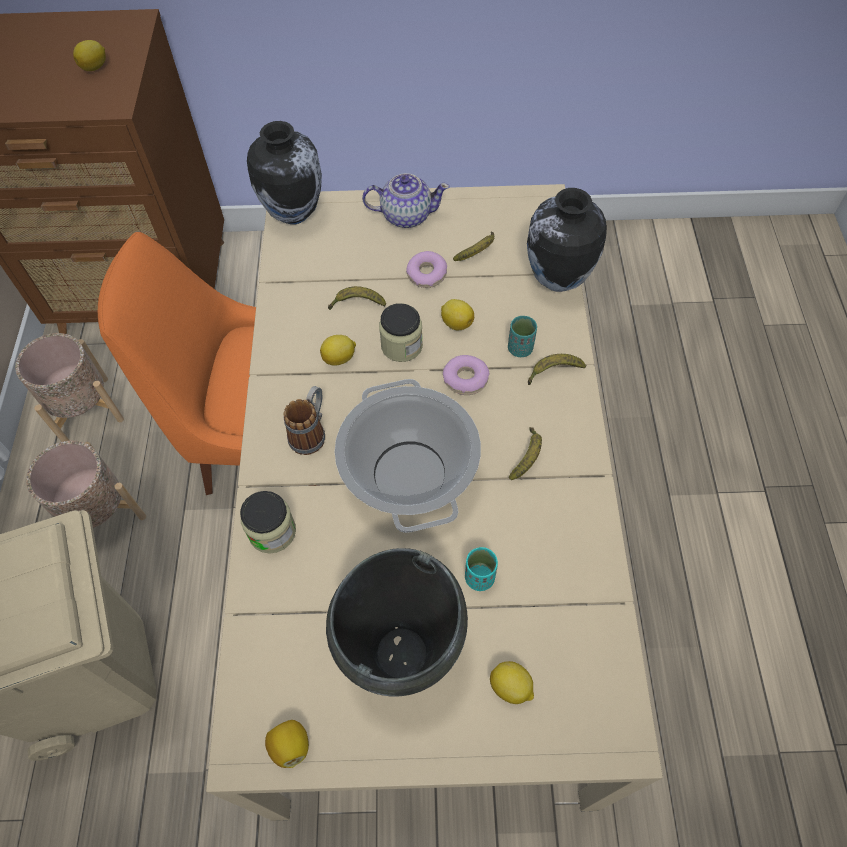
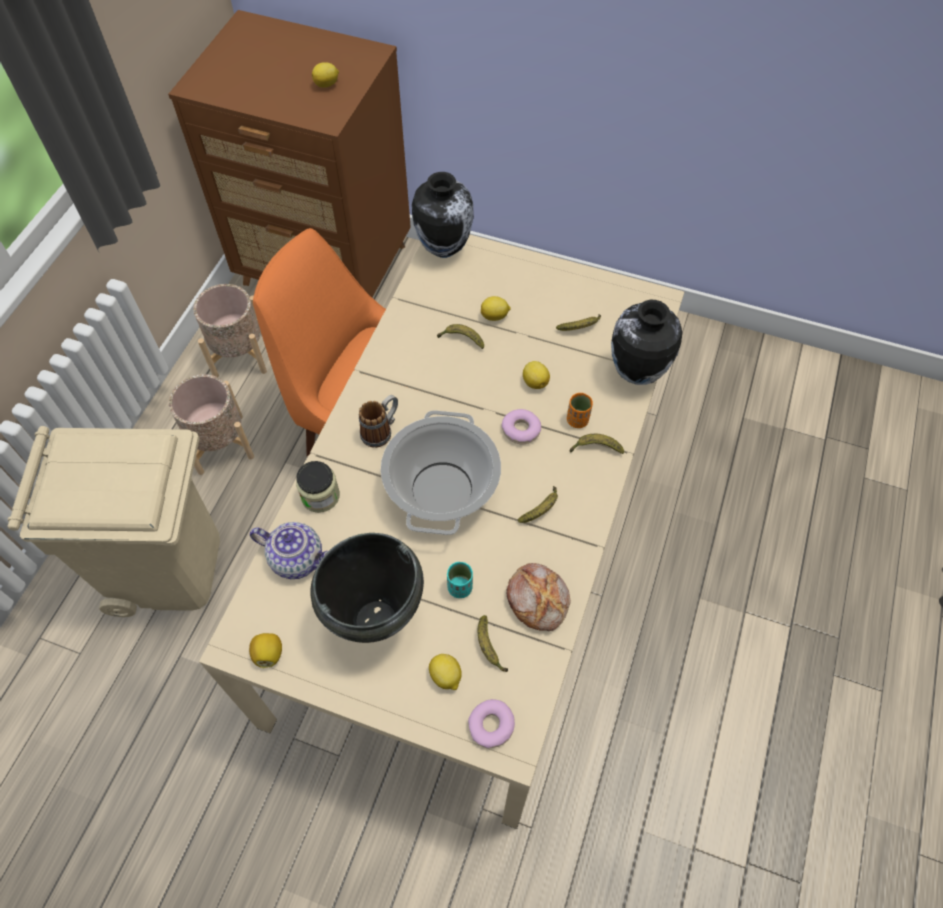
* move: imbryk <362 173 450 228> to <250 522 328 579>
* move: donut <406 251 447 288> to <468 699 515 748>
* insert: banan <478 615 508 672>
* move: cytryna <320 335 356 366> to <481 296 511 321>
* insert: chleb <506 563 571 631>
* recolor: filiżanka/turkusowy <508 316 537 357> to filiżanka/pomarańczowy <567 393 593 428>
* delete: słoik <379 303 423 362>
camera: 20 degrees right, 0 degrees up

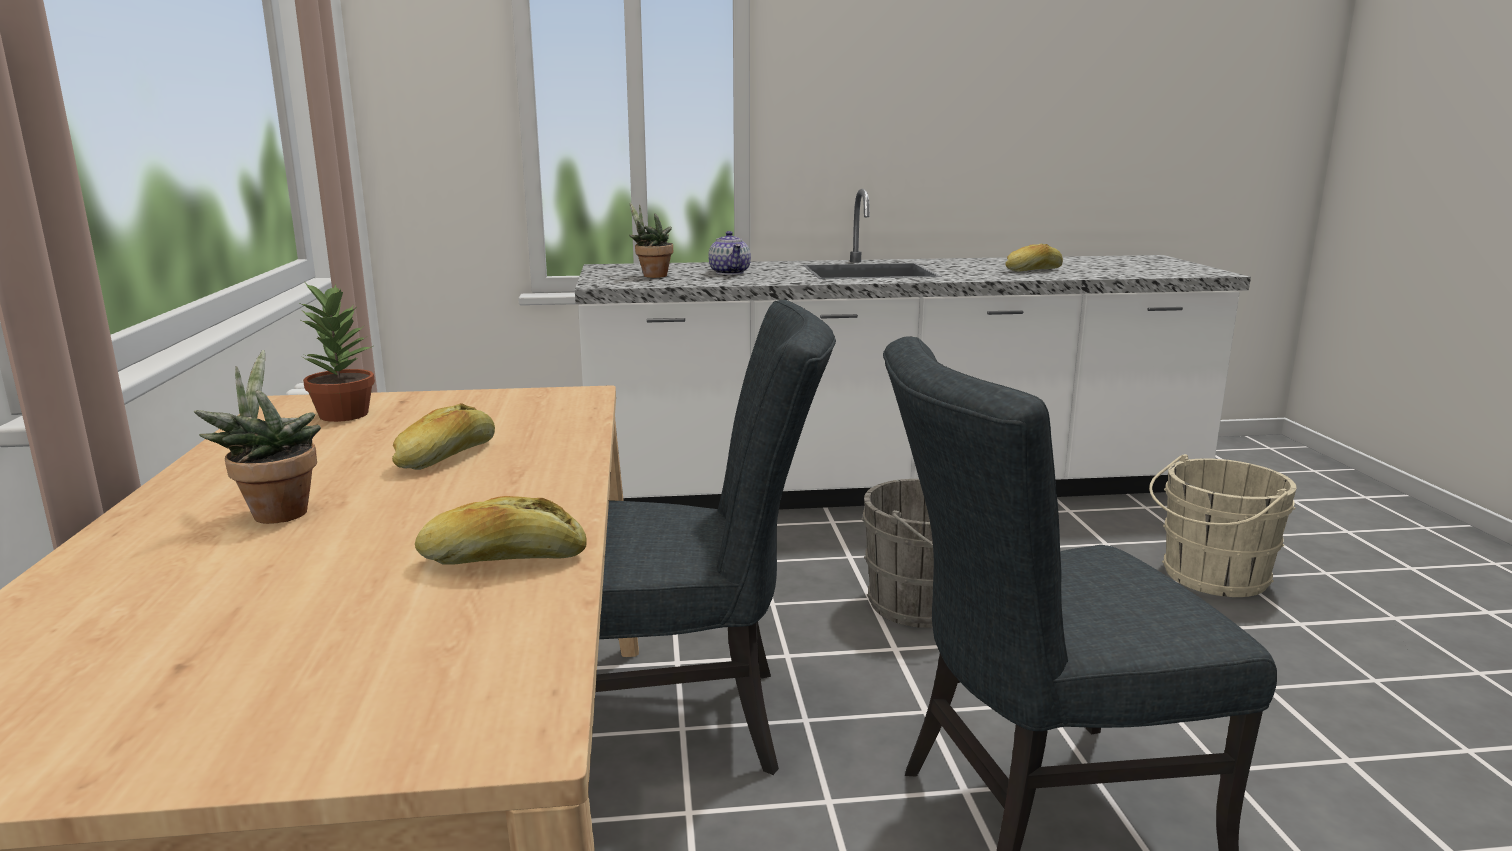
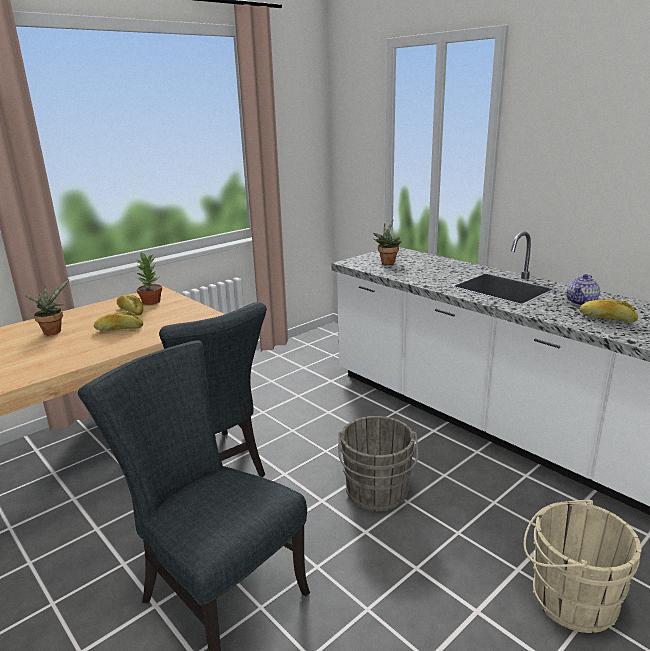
* move: chleb <415 496 587 564> to <116 295 143 316>
* move: imbryk <708 231 751 275> to <566 274 600 306>
camera: 55 degrees right, 5 degrees up

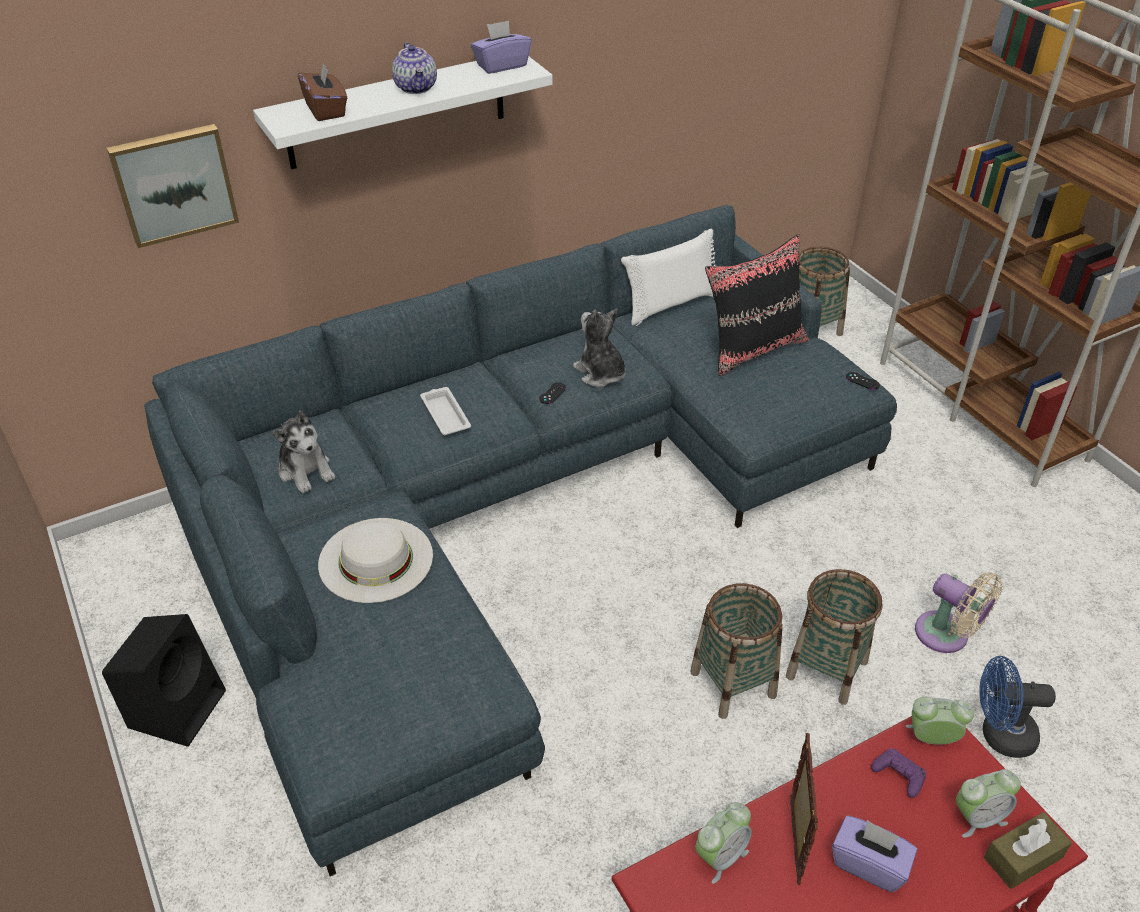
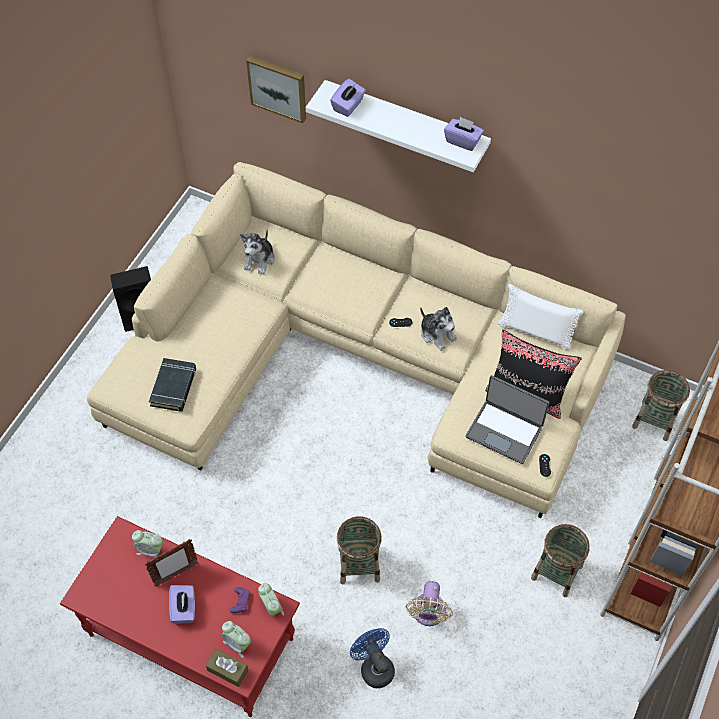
* recolor: kanapa/niebieski <144 205 897 876> to kanapa/beżowy <87 162 626 518>
* insert: książka/czarny <149 358 196 412>
* recolor: pudełko chusteczek/brązowy <298 61 347 121> to pudełko chusteczek/fioletowy <330 79 366 117>
* rotate: pluszak <573 309 626 387> = <420 307 457 351> 120 degrees clockwise
* insert: laptop <466 375 549 464>
* move: koszyk <690 583 783 719> to <531 524 590 597>
* delete: kapelusz/biały <318 518 433 603>
* delete: imbryk <392 42 437 94>
* delete: taca/biały <420 387 471 435>
camera: 55 degrees right, 15 degrees up

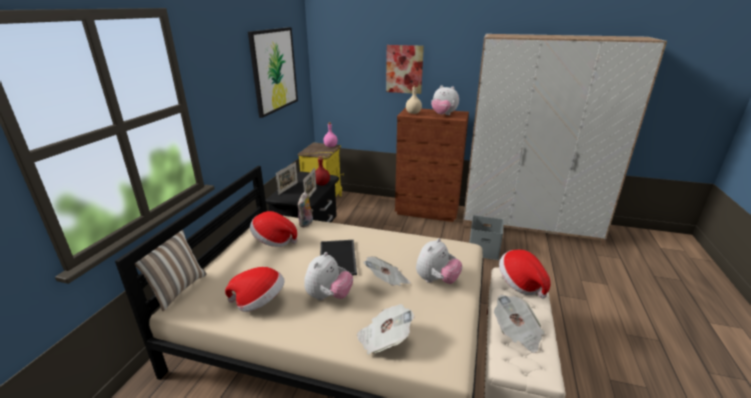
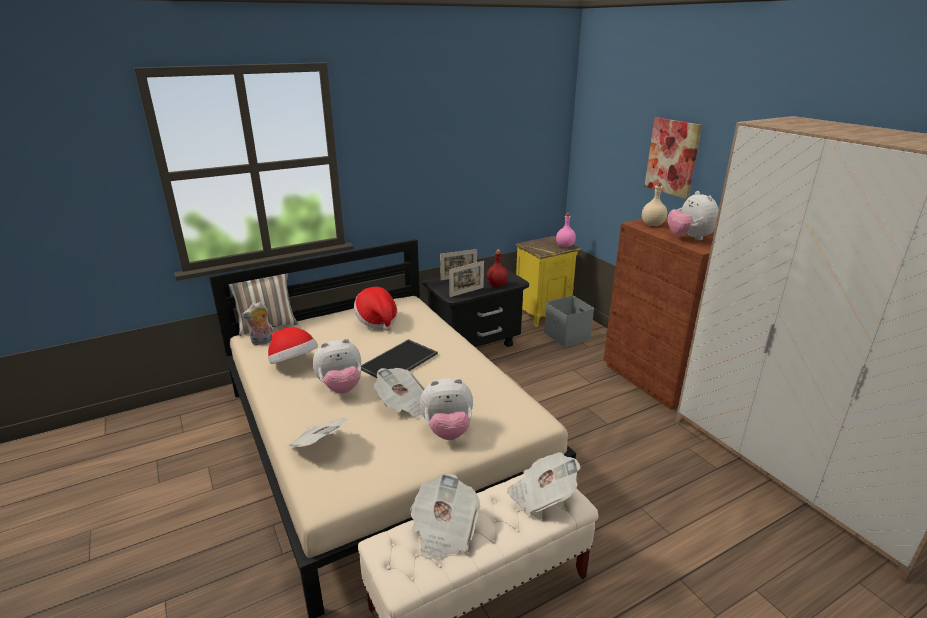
* move: pluszak <298 192 313 227> to <242 302 273 346>
* replace: kapelusz <499 250 551 298> to gazeta <507 452 581 515>
* move: pojemnik do przechowywania/szary <469 215 504 260> to <544 295 594 347>
* delete: obraz <248 27 298 118>
camera: 45 degrees right, 0 degrees up

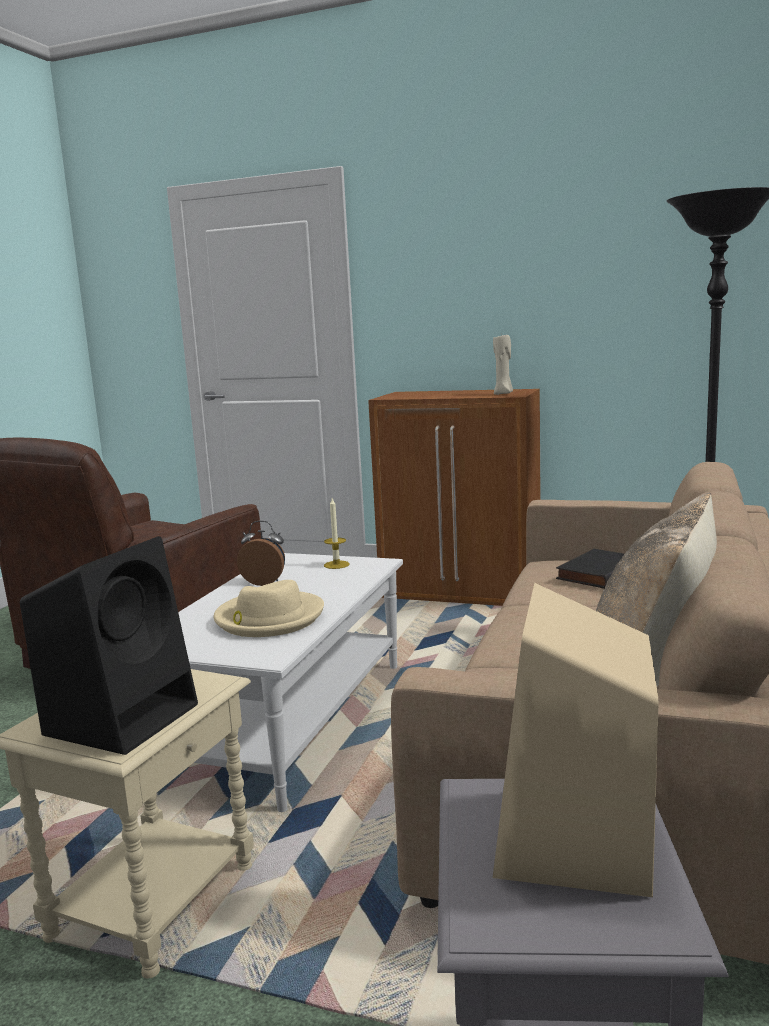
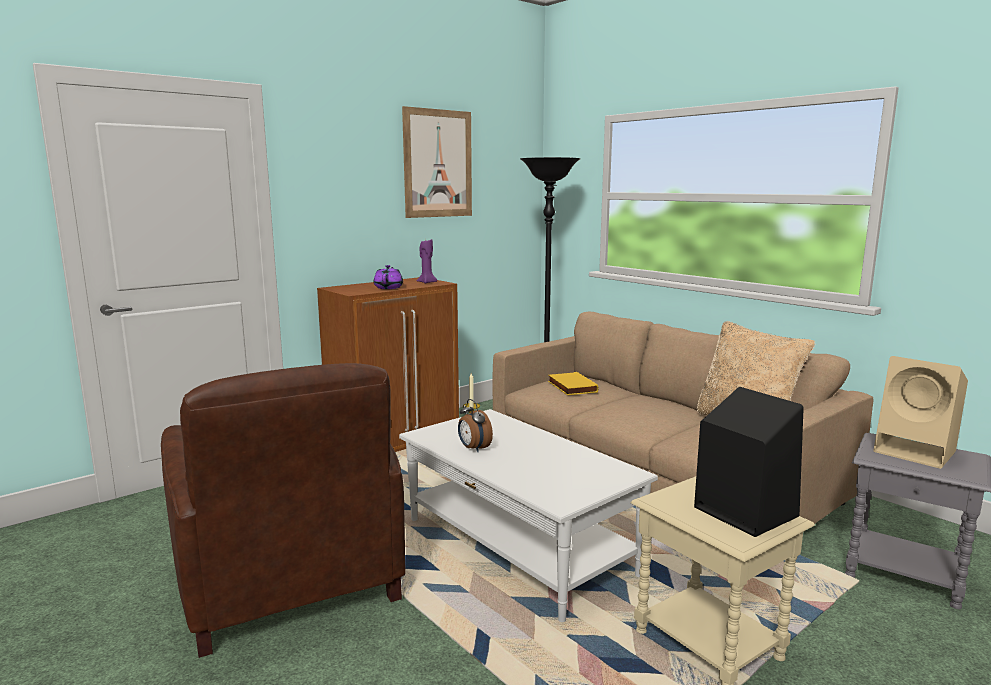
* insert: imbryk/fioletowy <374 265 403 289>
* insert: obraz <402 106 472 218>
* recolor: świeca/beżowy <493 335 513 395> to świeca/fioletowy <417 239 437 284>
* rotate: budzik <237 521 285 586> = <458 399 493 452> 75 degrees counterclockwise
* recolor: książka/czarny <556 549 625 589> to książka/żółty <548 372 598 395>
* delete: kapelusz/beżowy <214 580 324 637>
camera: 60 degrees left, 0 degrees up

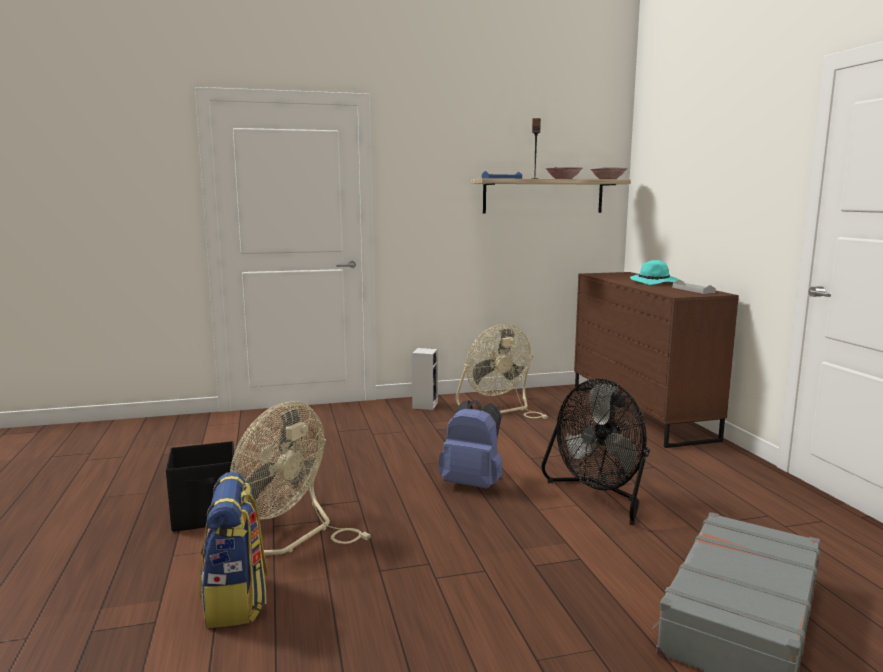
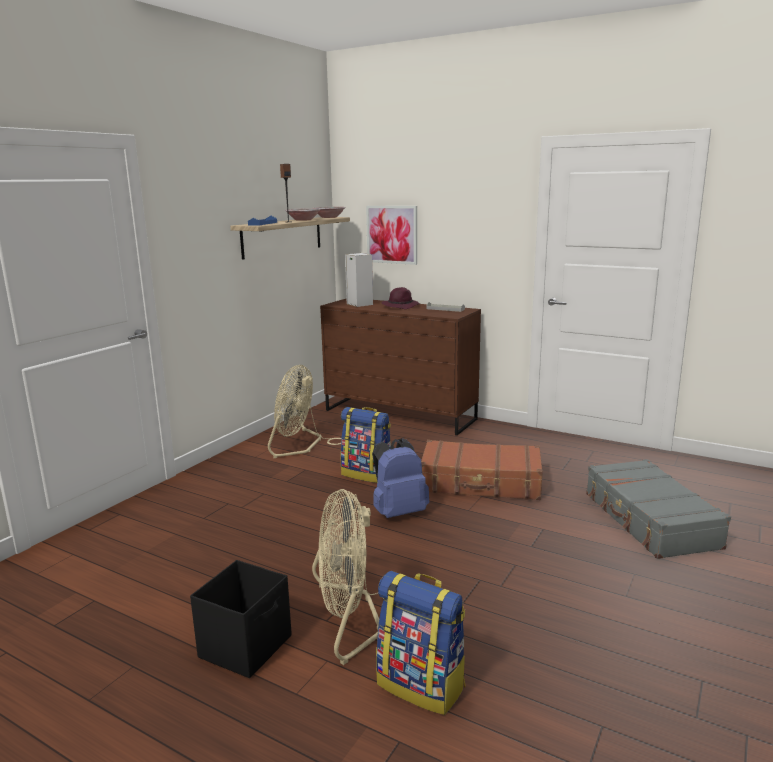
* insert: plecak <340 407 391 483>
* move: głośnik <412 348 438 410> to <345 253 373 307>
* insert: obraz <366 206 417 265>
* recolor: kapelusz/turkusowy <630 260 678 285> to kapelusz/fioletowy <382 287 420 309>
* replace: wentylator/czarny <542 379 650 525> to walizka/brązowy <421 440 543 500>
camera: 45 degrees left, 5 degrees up

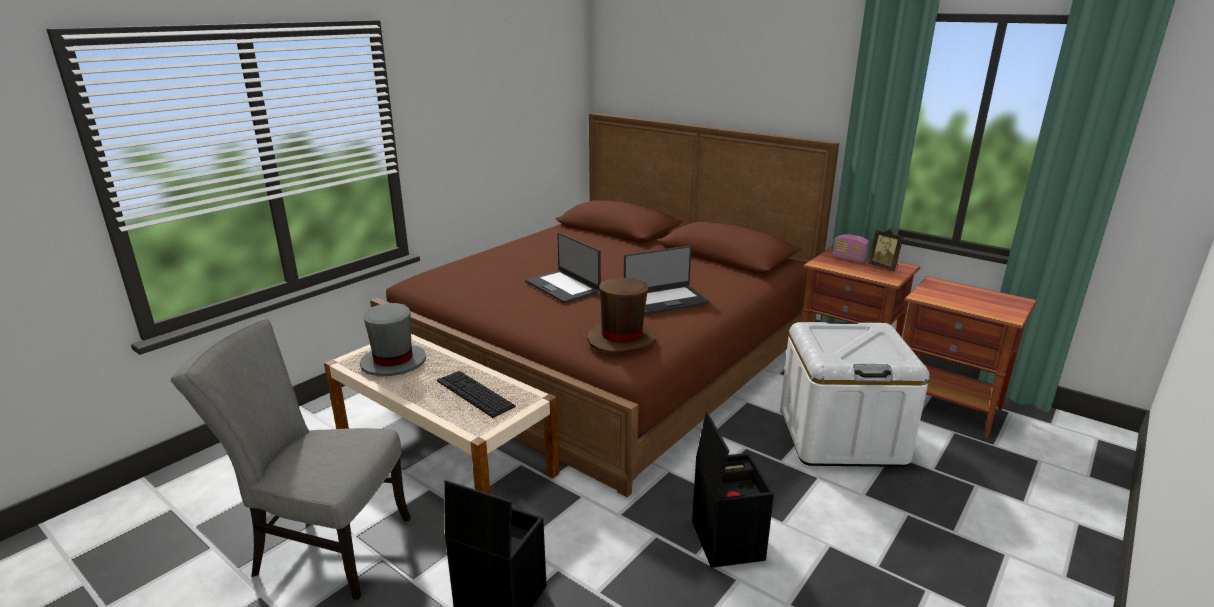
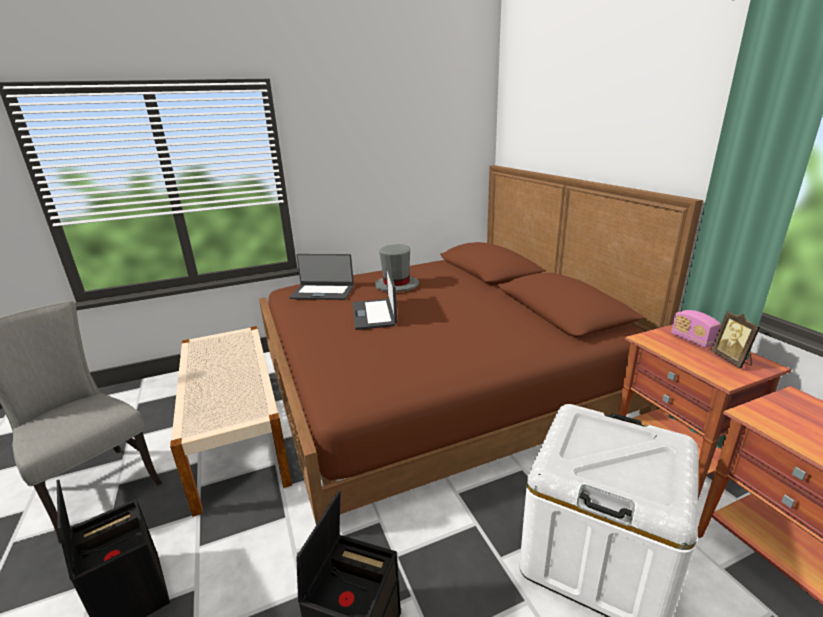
* move: laptop <624 246 710 315> to <289 254 354 300>
* move: kapelusz/szary <360 303 426 376> to <375 244 419 292>
* delete: klawiatura <437 371 516 418>
* delete: kapelusz/brązowy <587 278 656 354>
camera: 30 degrees right, 0 degrees up

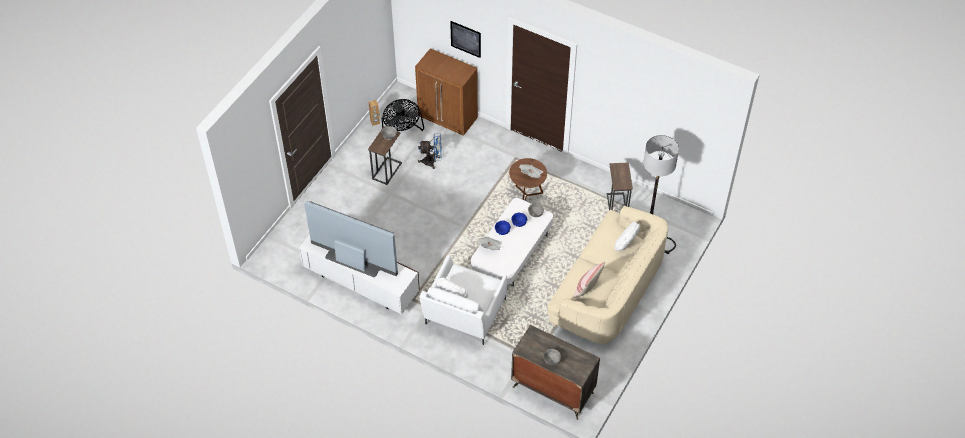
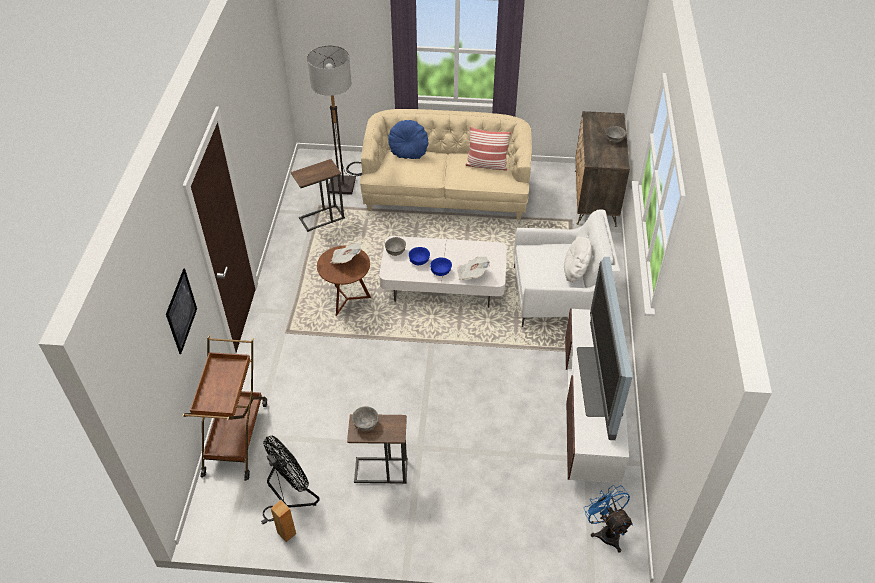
* replace: szafka/brązowy <415 48 478 136> to wózek/brązowy <182 335 267 481>
* recolor: poduszka/biały <615 221 640 251> to poduszka/niebieski <388 120 428 159>
* move: wentylator/niebieski <418 134 441 169> to <584 485 633 553>
camera: 115 degrees left, 5 degrees down

